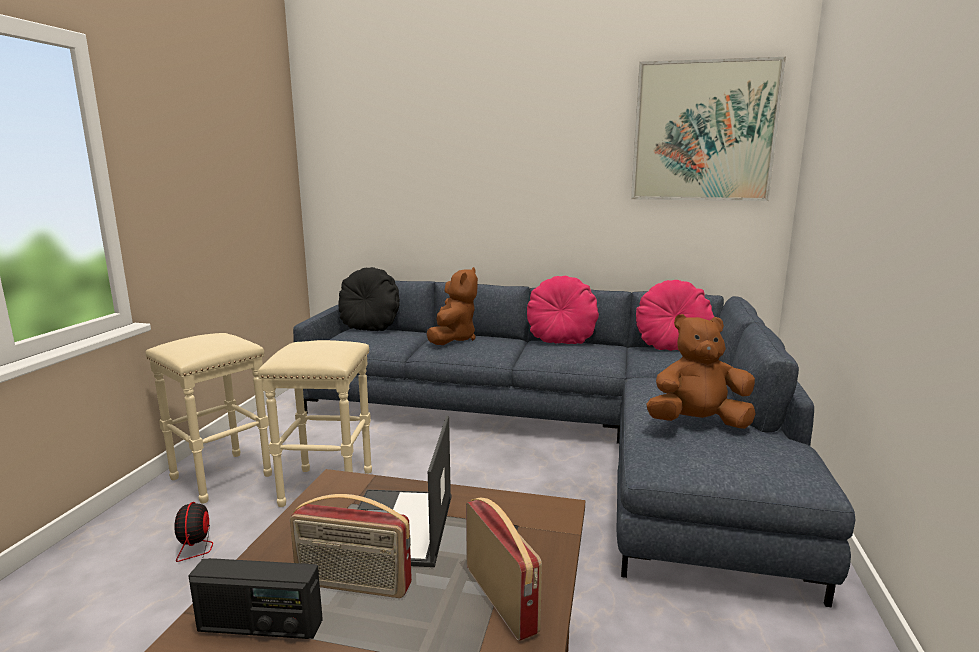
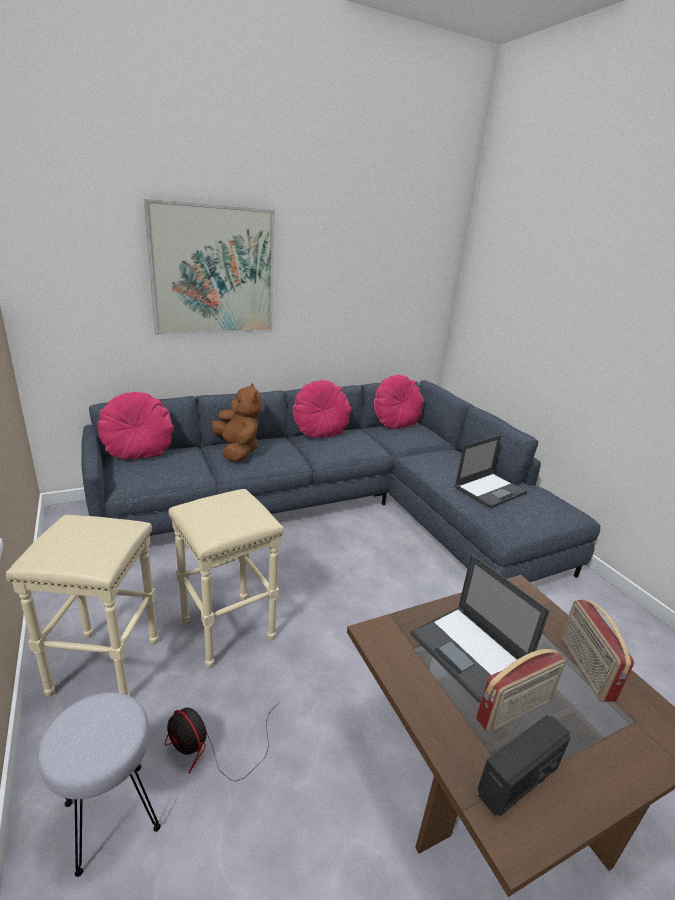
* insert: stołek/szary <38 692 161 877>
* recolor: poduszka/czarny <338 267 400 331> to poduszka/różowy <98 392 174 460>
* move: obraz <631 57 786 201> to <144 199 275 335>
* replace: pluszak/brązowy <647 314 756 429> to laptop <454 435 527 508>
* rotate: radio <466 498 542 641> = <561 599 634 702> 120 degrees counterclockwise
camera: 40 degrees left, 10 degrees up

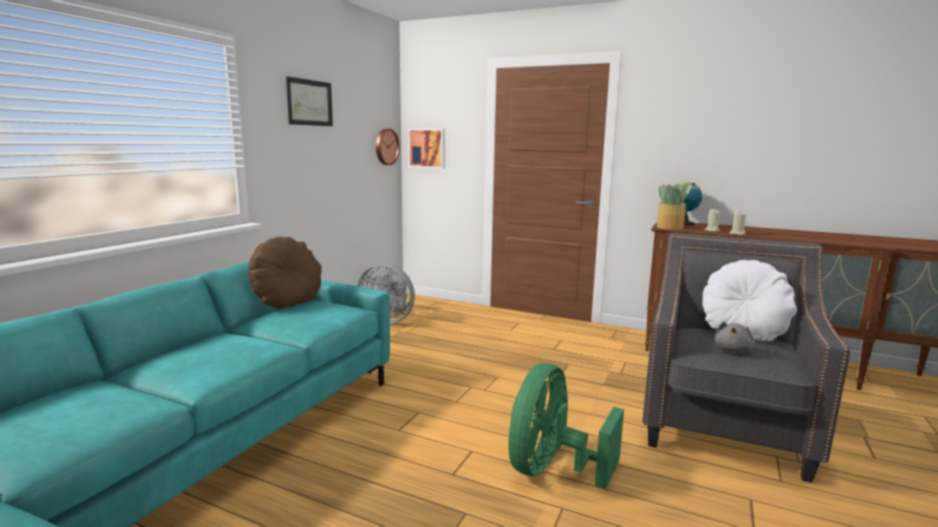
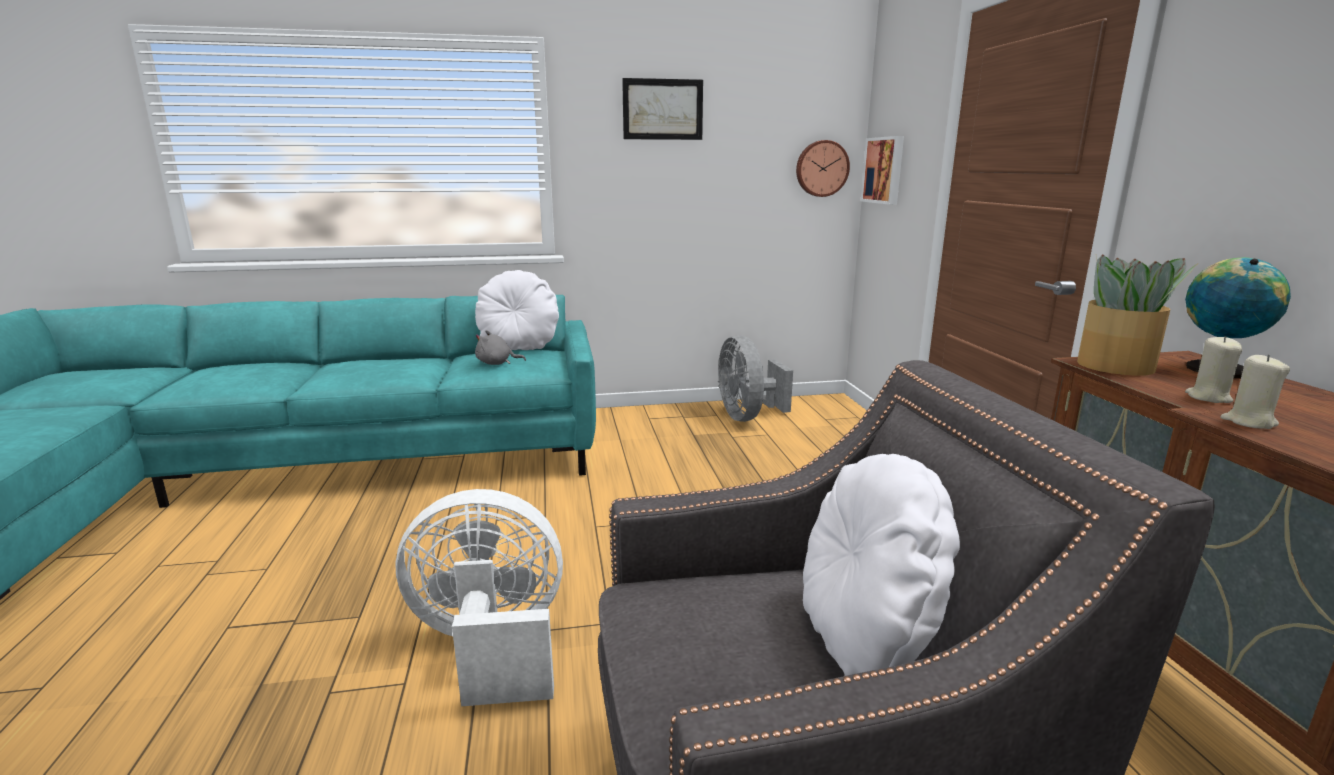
* recolor: wentylator/zielony <509 363 624 489> to wentylator/biały <395 489 563 706>
* recolor: poduszka/brązowy <248 237 322 309> to poduszka/biały <475 270 559 350>
* move: pluszak/szary <715 321 756 353> to <475 330 526 365>
camera: 55 degrees right, 5 degrees up

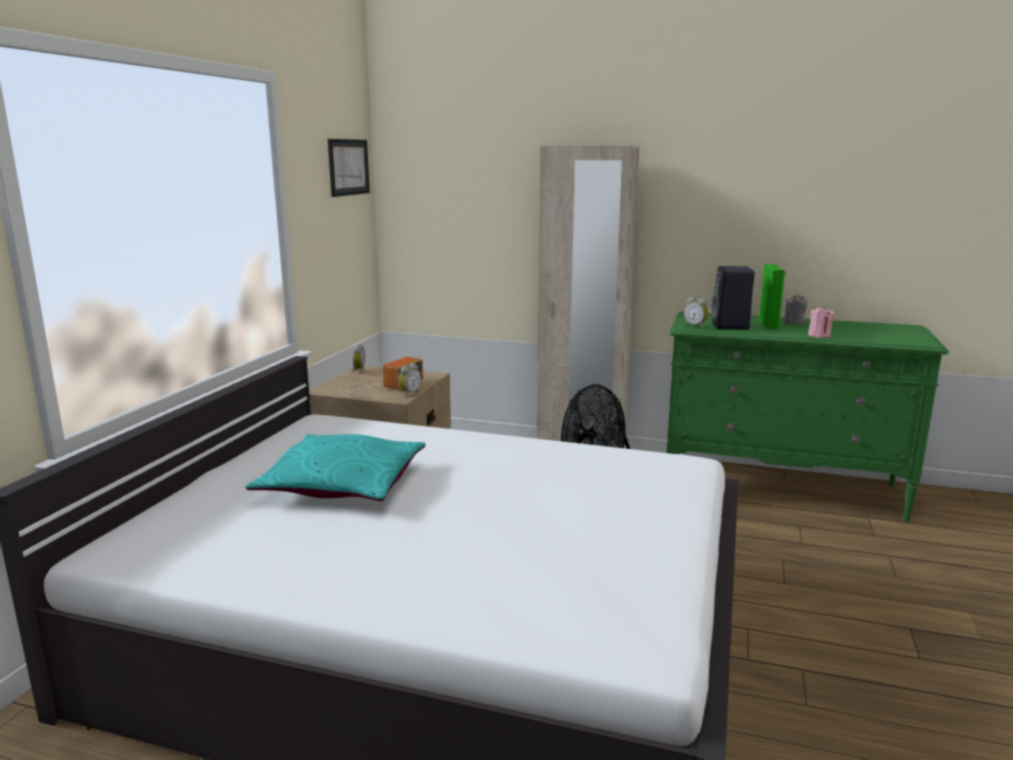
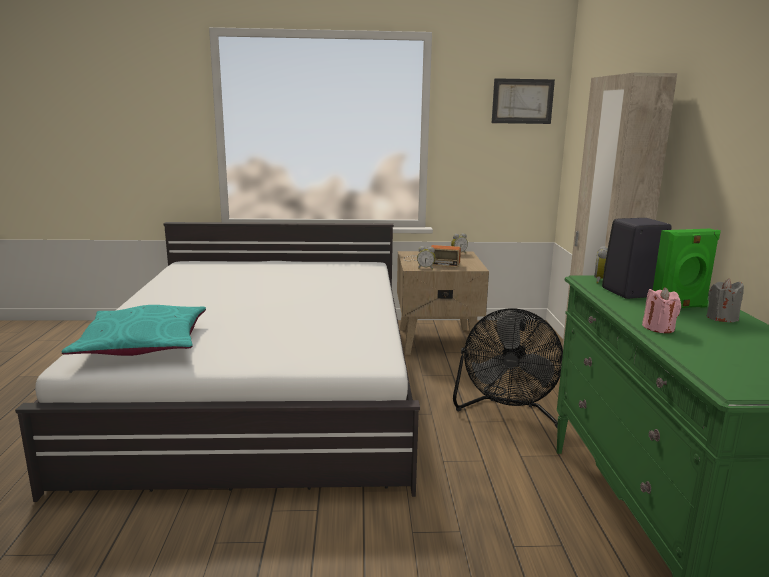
* move: poduszka/turkusowy <245 434 425 501> to <62 305 206 356>
camera: 70 degrees right, 0 degrees up

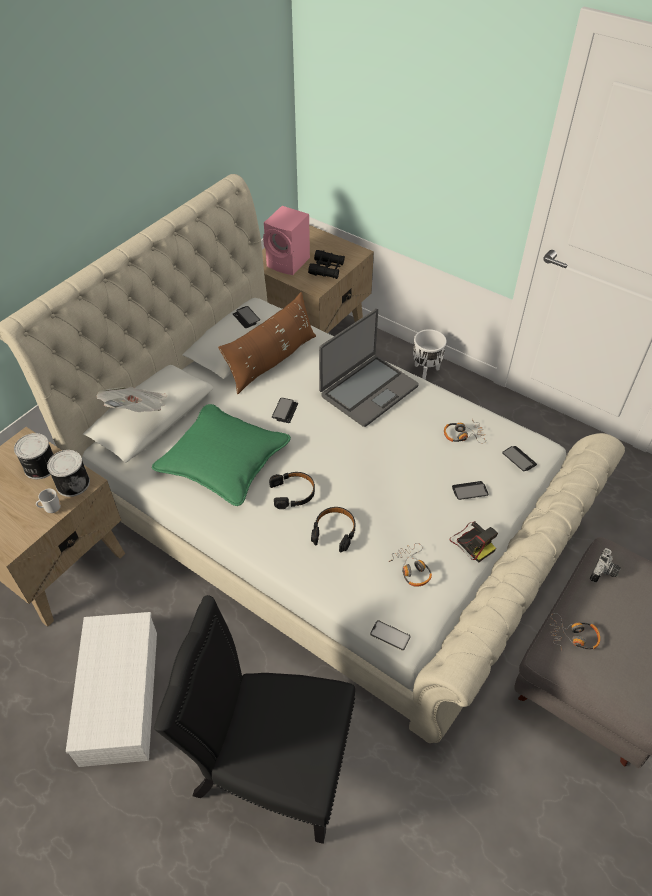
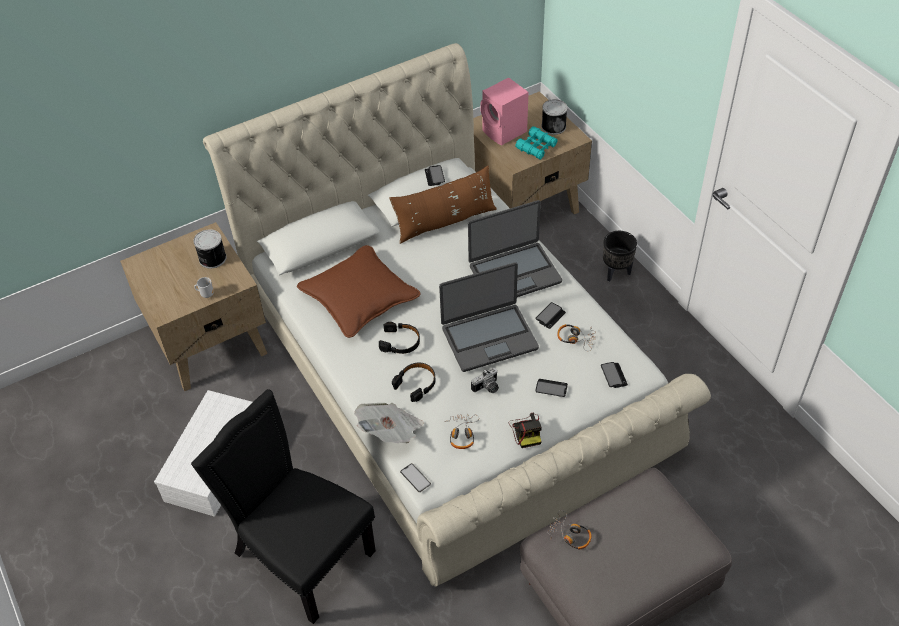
* recolor: poduszka/zielony <152 404 291 506> to poduszka/brązowy <297 245 421 338>
* move: gazeta <96 387 167 412> to <354 403 424 444>
* insert: laptop <439 262 539 372>
* move: aparat fotograficzny <590 548 621 583> to <471 368 499 393>
* recolor: lornetka/czarny <308 250 345 279> to lornetka/turkusowy <515 126 558 160>
* move: telefon <272 398 298 423> to <535 302 566 329>
* move: puszka <47 450 90 497> to <541 99 568 135>
* recolor: donica/biały <413 329 447 380> to donica/czarny <603 231 637 281>
camera: 25 degrees right, 0 degrees up

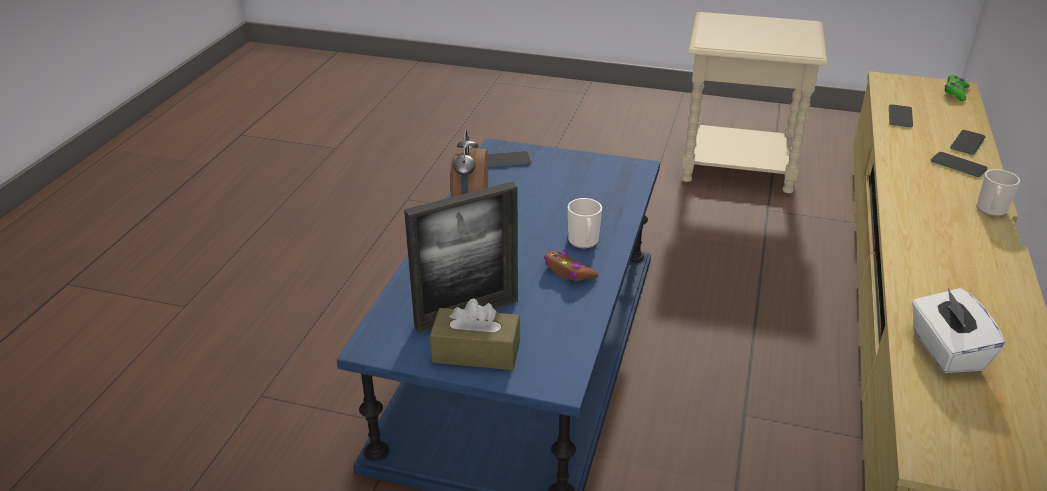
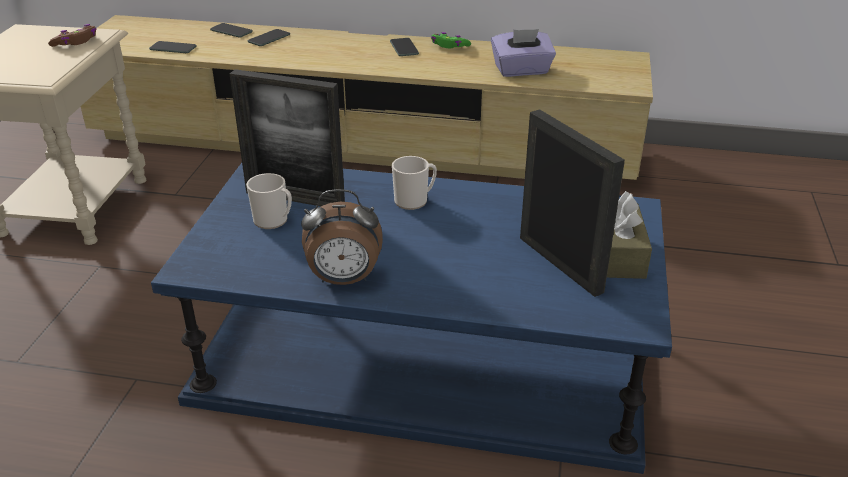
* move: pad do gier/brązowy <544 251 599 281> to <48 24 96 47>
* insert: ramka na zdjęcie <230 69 345 206>
* move: kubek <976 169 1020 217> to <246 173 292 229>
* move: telefon <488 151 531 168> to <390 38 419 56>
* move: pad do gier/zielony <944 74 970 101> to <431 32 471 49>
* recolor: pudełko chusteczek/biały <912 288 1005 373> to pudełko chusteczek/fioletowy <491 29 556 77>
camera: 95 degrees left, 0 degrees up

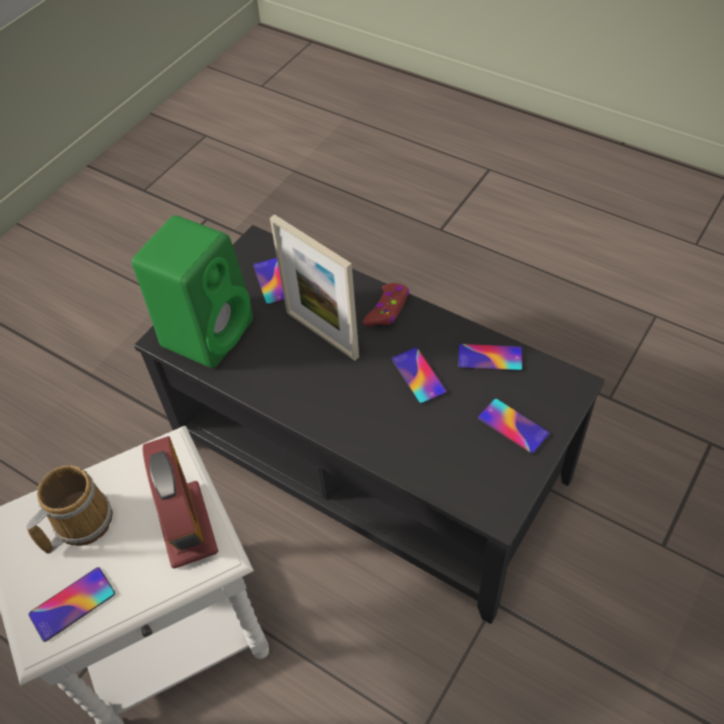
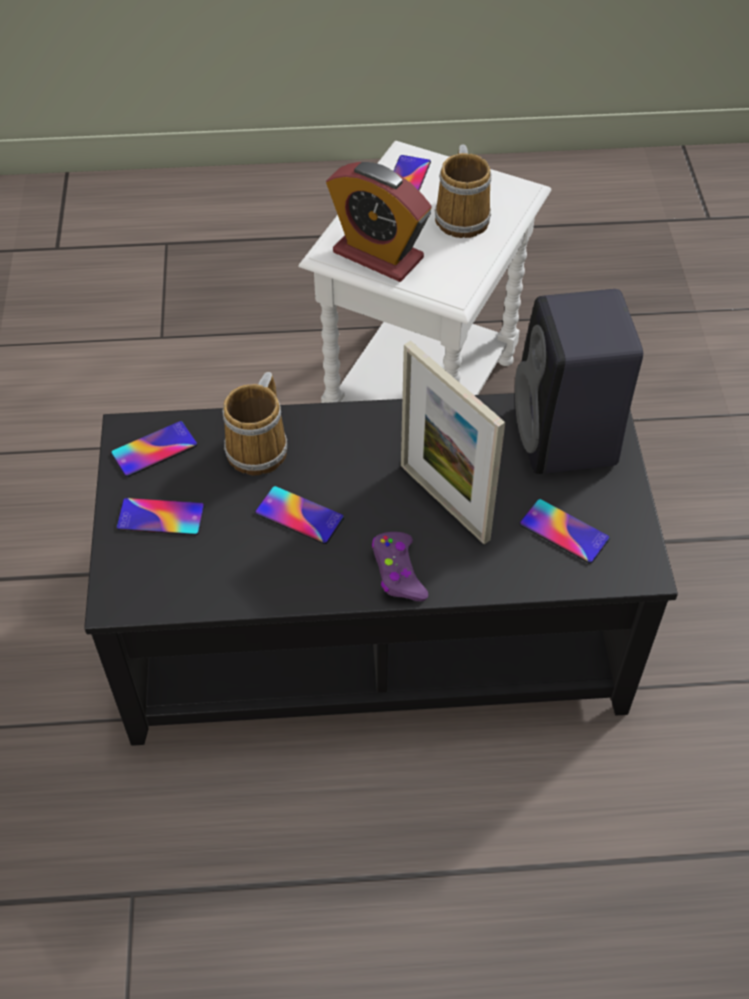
* move: telefon <458 344 523 371> to <111 421 197 477>
* insert: kubek <222 372 287 476>
* recolor: pad do gier/czerwony <363 283 409 326> to pad do gier/fioletowy <372 532 428 601>
* rotate: ramka na zdjęcie <270 214 359 361> = <401 341 505 544> 135 degrees counterclockwise
* recolor: głośnik/zielony <132 215 253 368> to głośnik/czarny <515 289 643 474>
camera: 140 degrees right, 0 degrees up

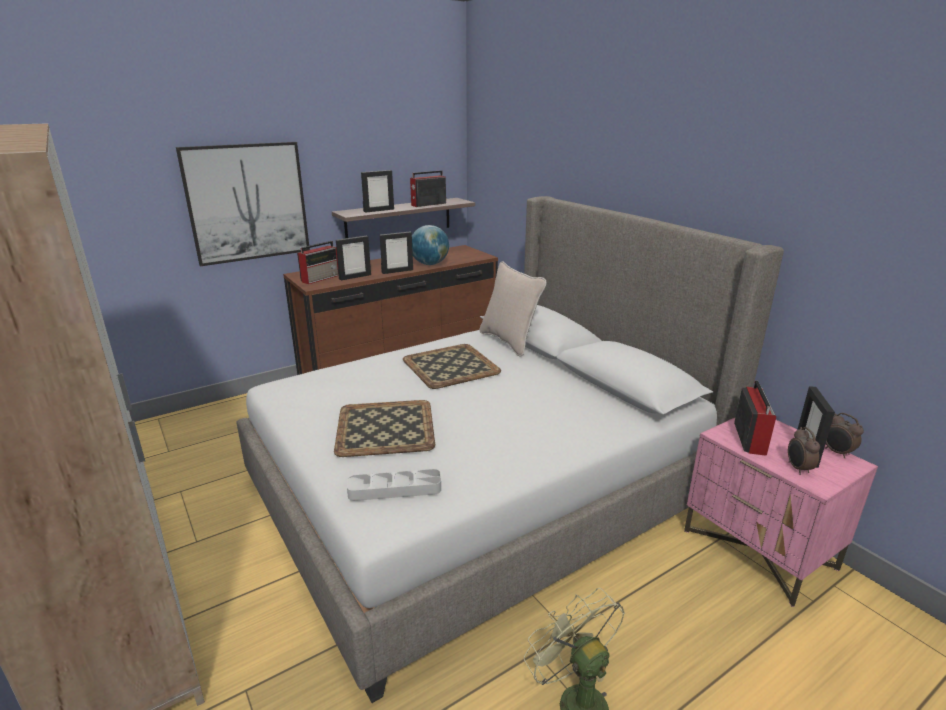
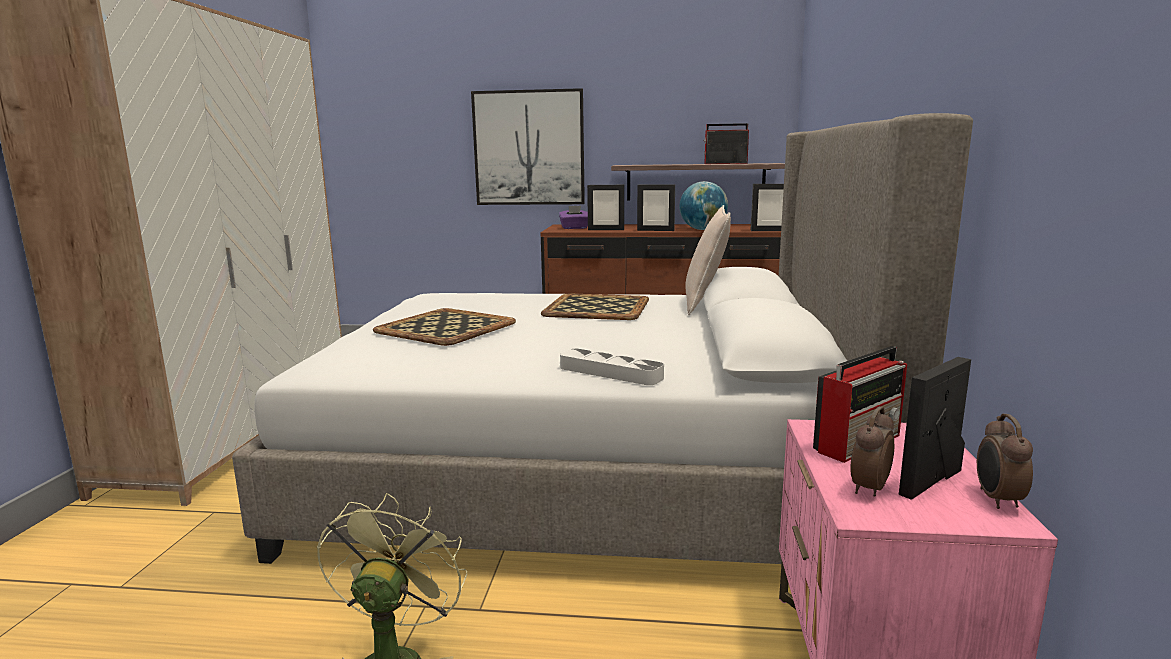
* replace: radio <297 241 339 284> to pudełko chusteczek/fioletowy <559 206 588 229>
* move: taca/szary <347 469 441 501> to <560 348 664 385>
* move: ramka na zdjęcie <361 170 394 213> to <750 184 784 231>
camera: 40 degrees right, 10 degrees down

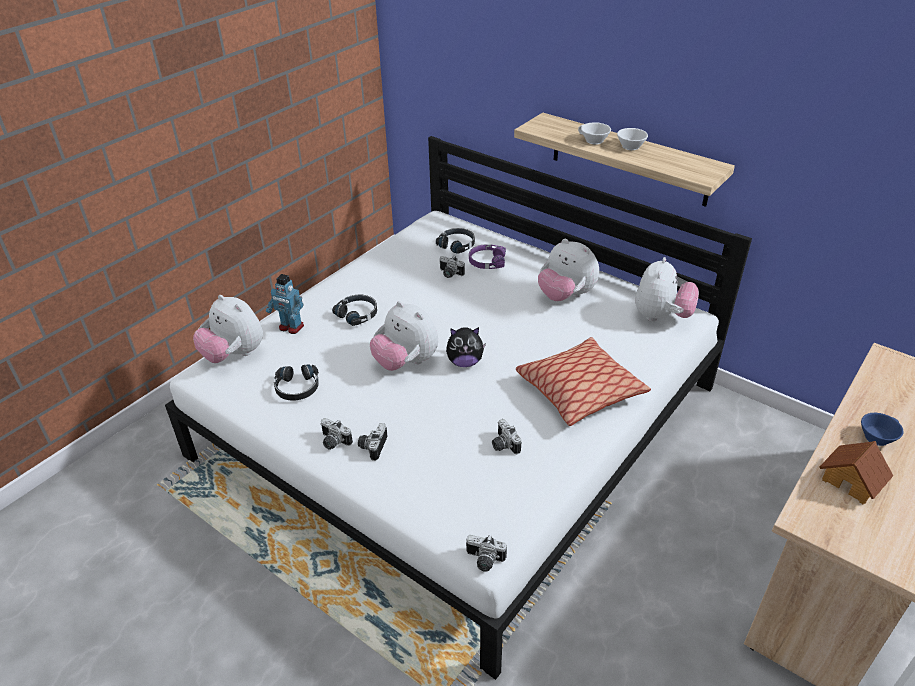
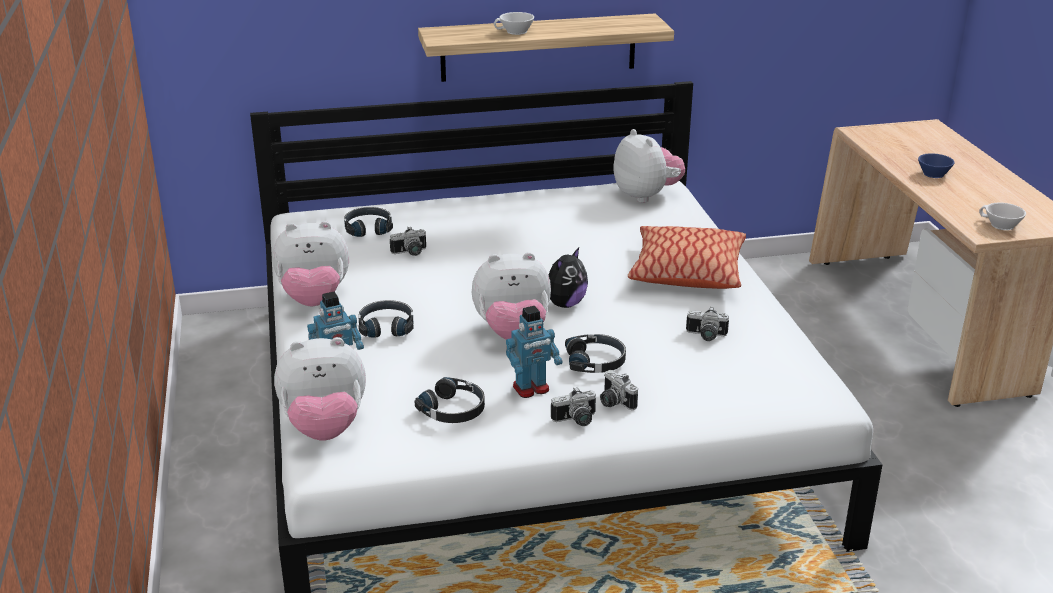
* move: pluszak <538 239 599 301> to <272 221 349 307>
* insert: robot zabawkowy <506 306 563 398>
* insert: słuchawki/czarny <565 334 626 373>
* move: filiżanka/biały <617 128 648 150> to <979 203 1026 230>
* delete: aparat fotograficzny <466 535 507 572>
* delete: słuchawki/fioletowy <469 244 506 269>
* delete: domek <819 441 893 505>
camera: 50 degrees left, 10 degrees down

